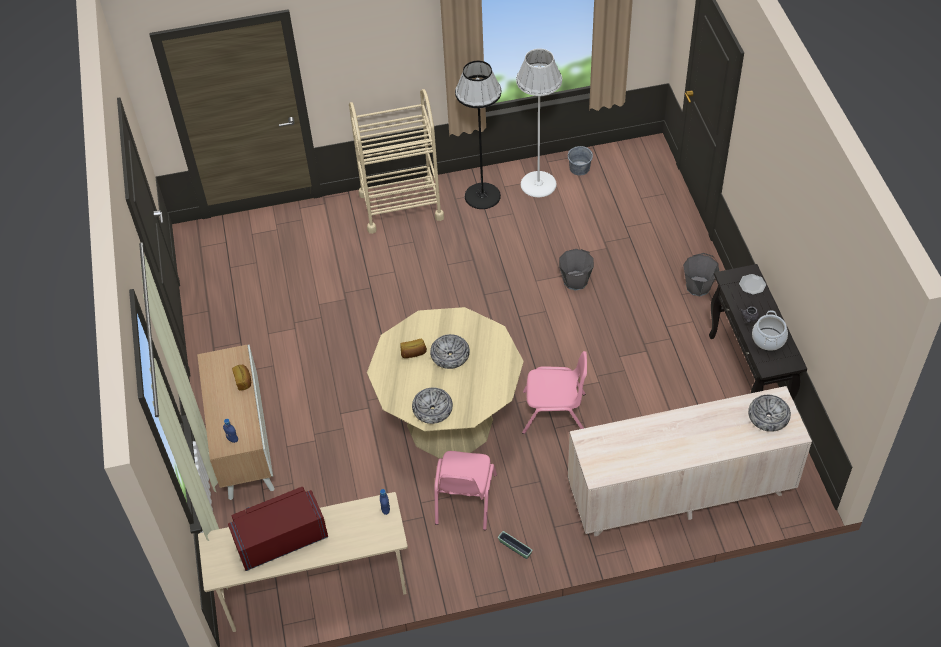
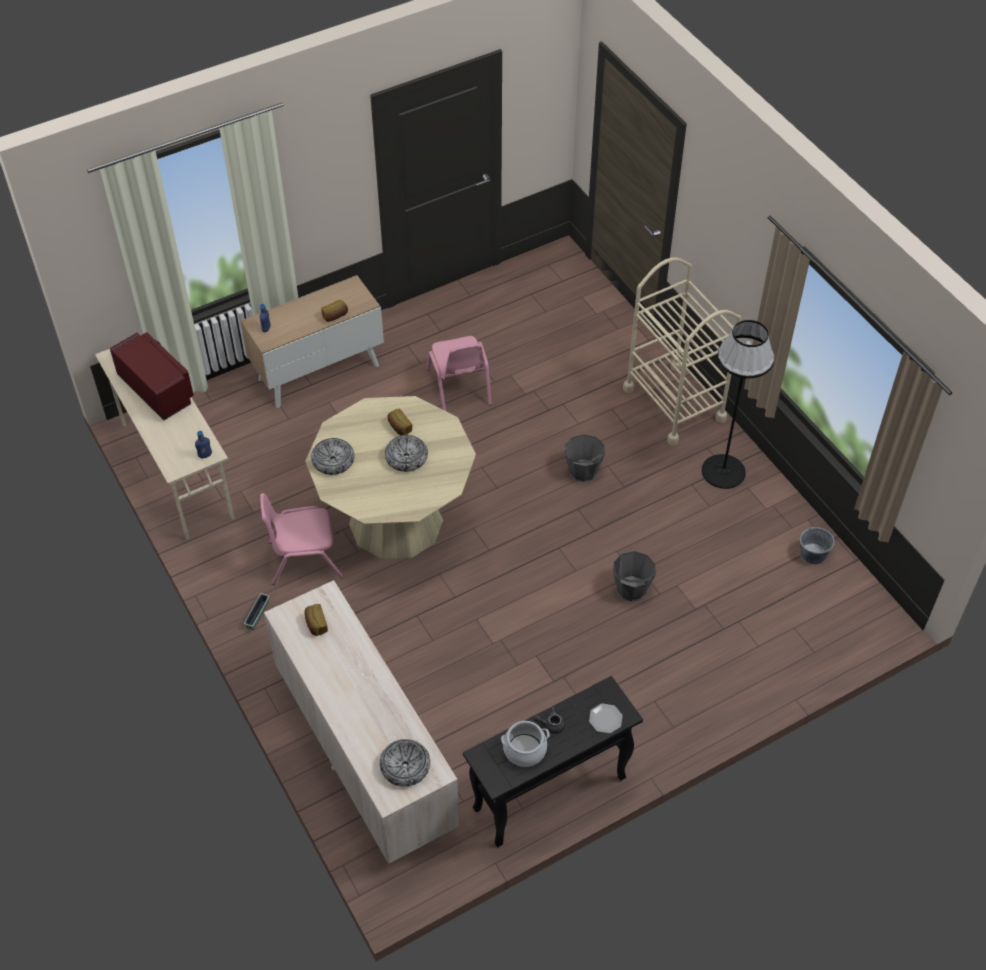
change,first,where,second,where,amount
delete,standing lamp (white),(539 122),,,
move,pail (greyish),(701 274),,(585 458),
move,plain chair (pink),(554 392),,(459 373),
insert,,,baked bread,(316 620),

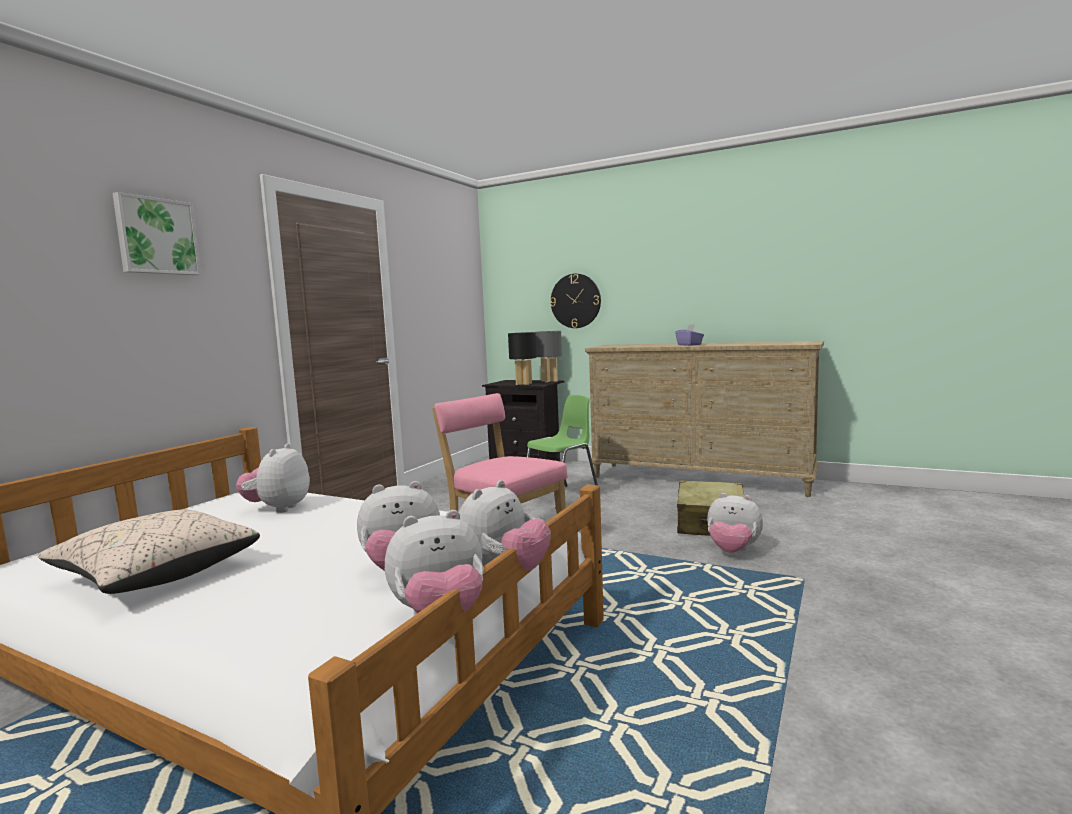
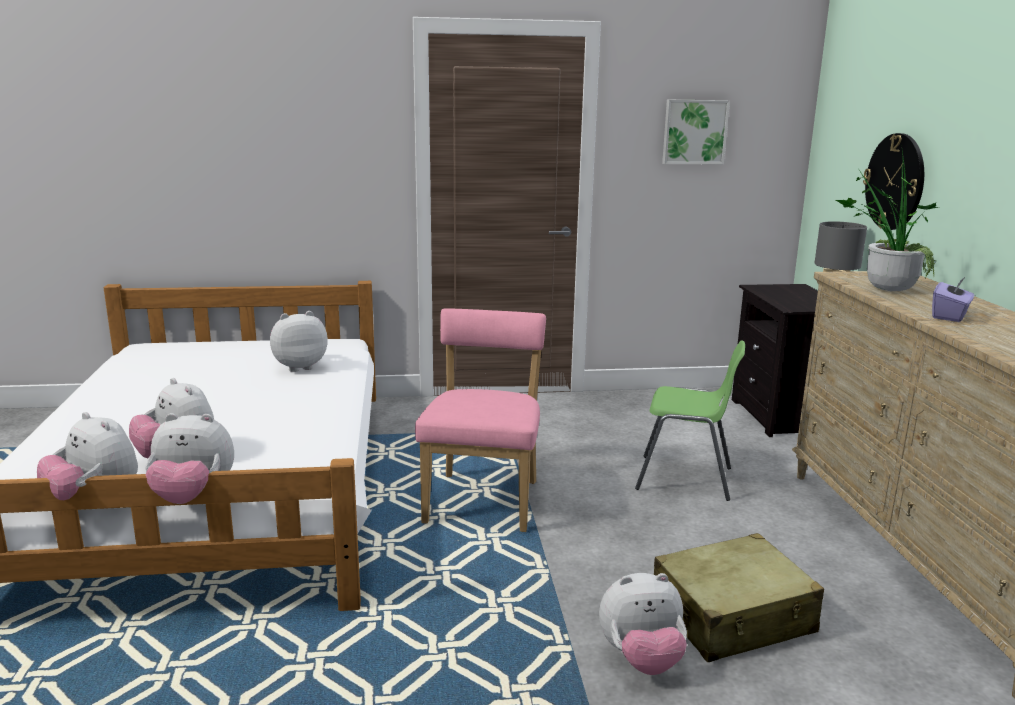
change,first,where,second,where,amount
move,wall art,(156 233),,(696 132),
delete,lamp for a table (blackish),(522 358),,,
rotate,plush toy,(735 523),,(643 624),90 degrees counterclockwise
delete,throw pillow (beige),(149 551),,,
insert,,,potted plant,(887 217),

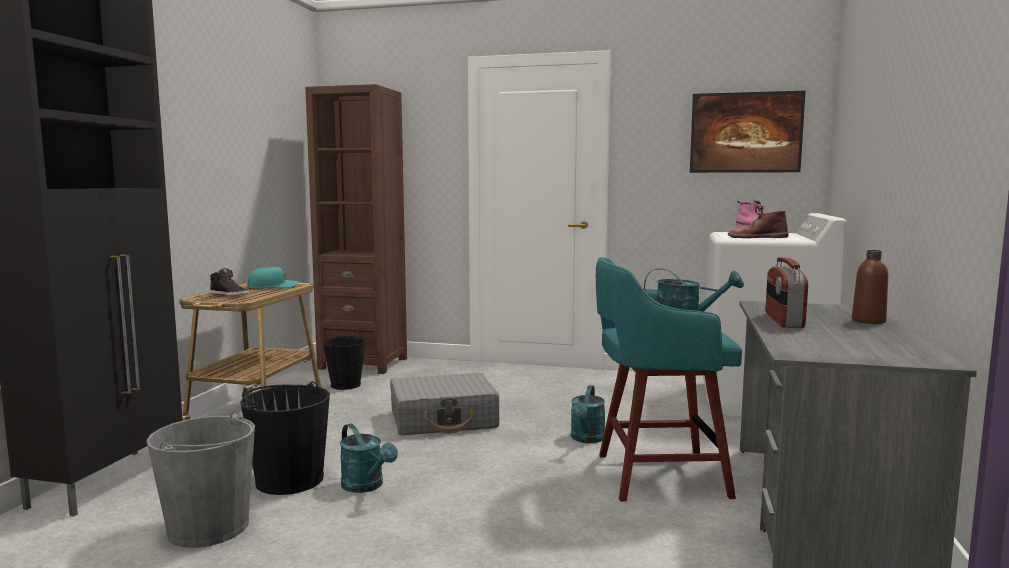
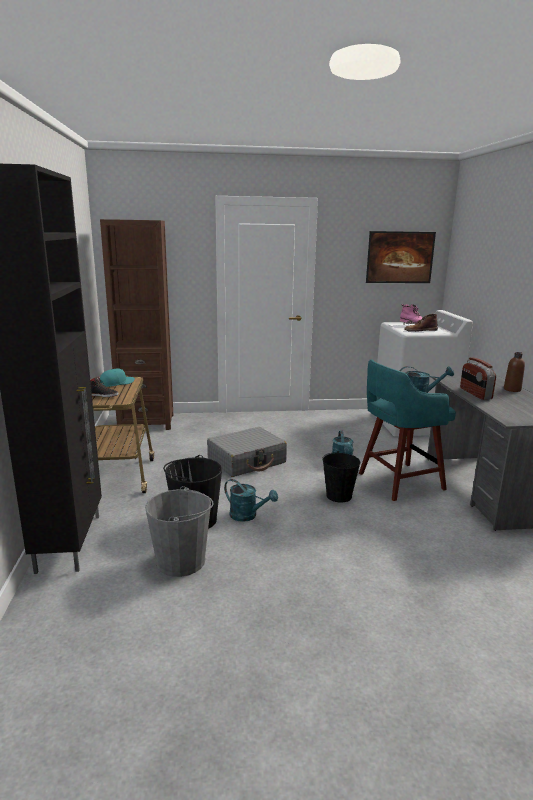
change,first,where,second,where,amount
move,pail (blackish),(344 362),,(341 476),

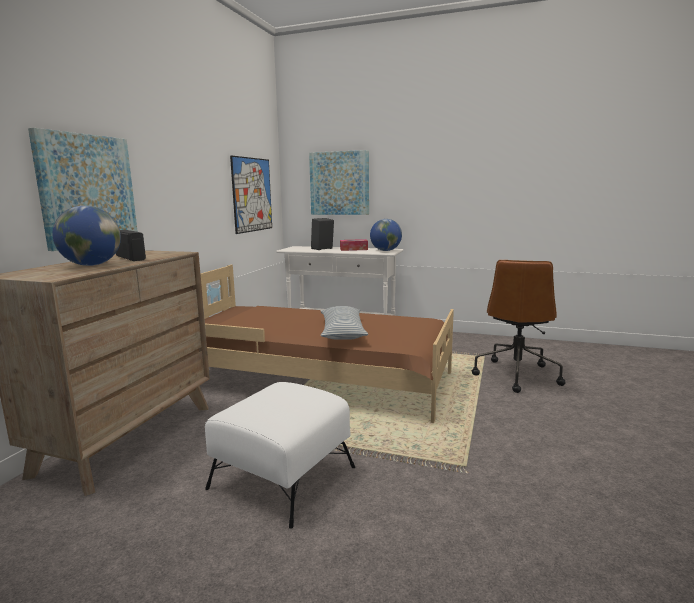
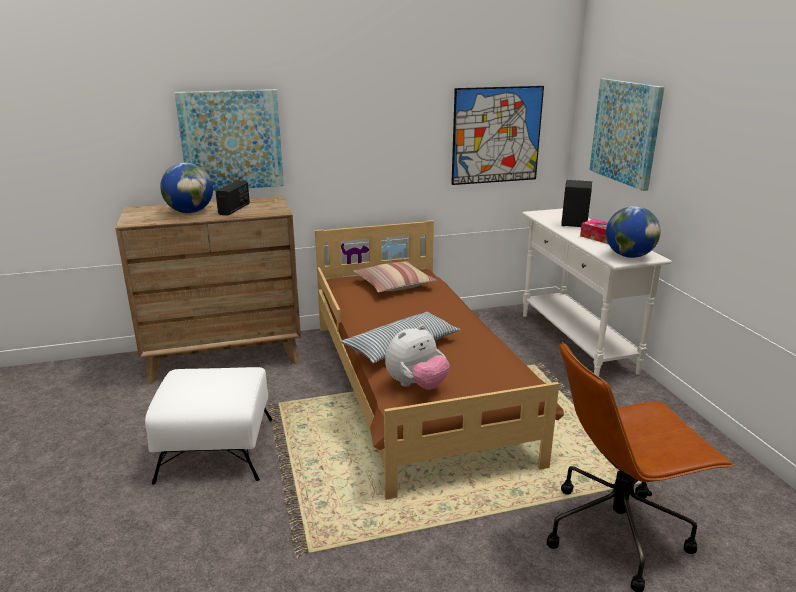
change,first,where,second,where,amount
insert,,,throw pillow,(395 276),
insert,,,plush toy,(417 357),

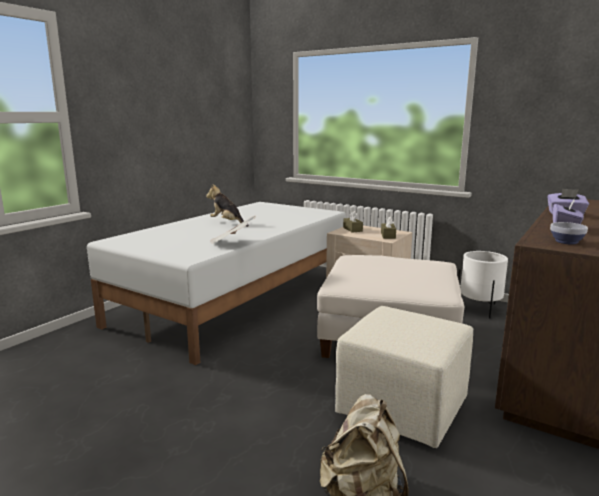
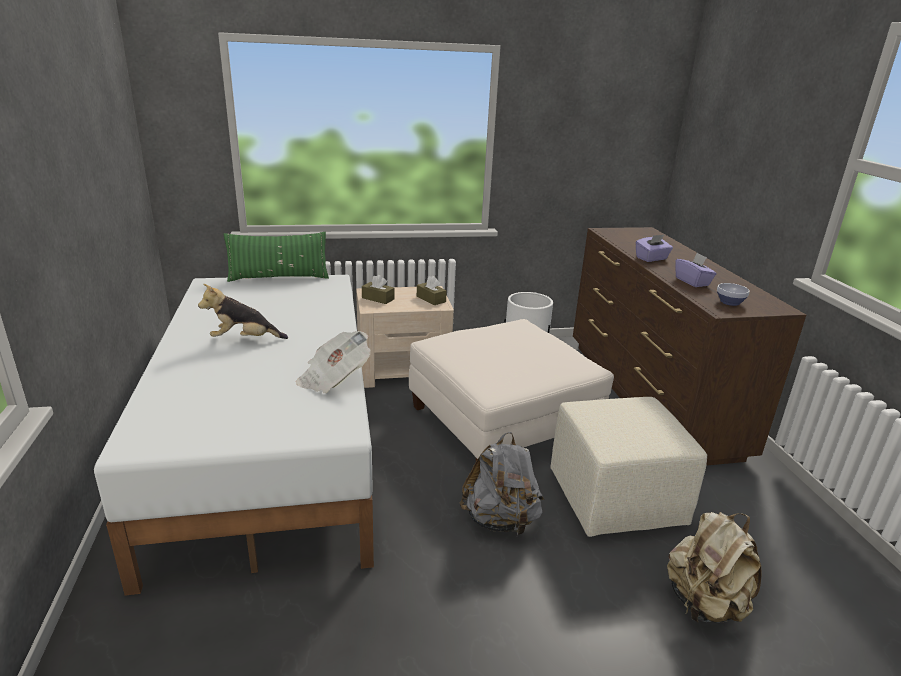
change,first,where,second,where,amount
insert,,,throw pillow (green-coloured),(276 257),
insert,,,knapsack (greyish),(502 484),

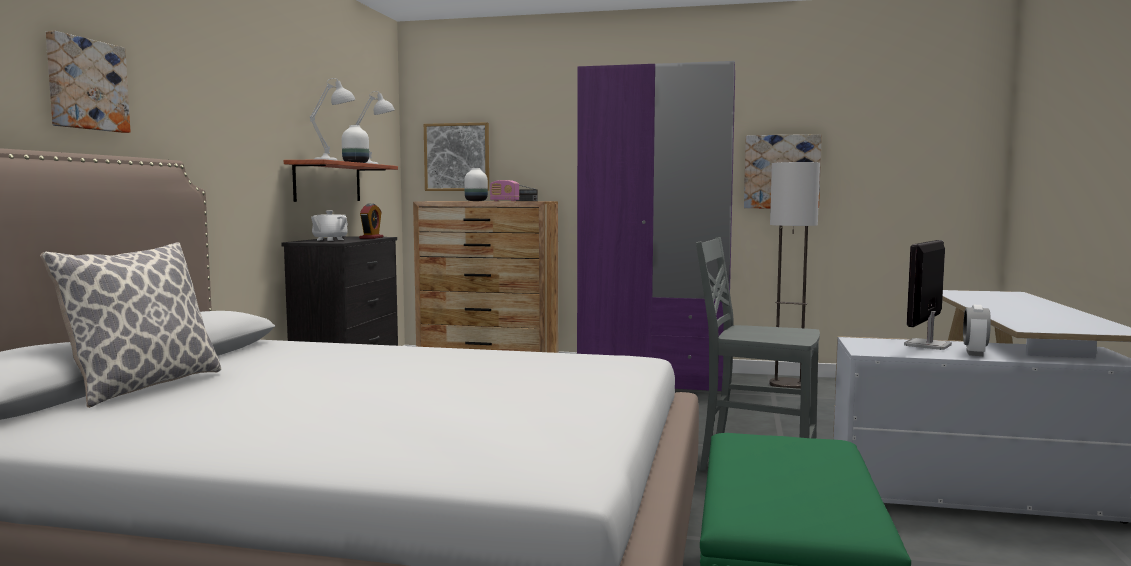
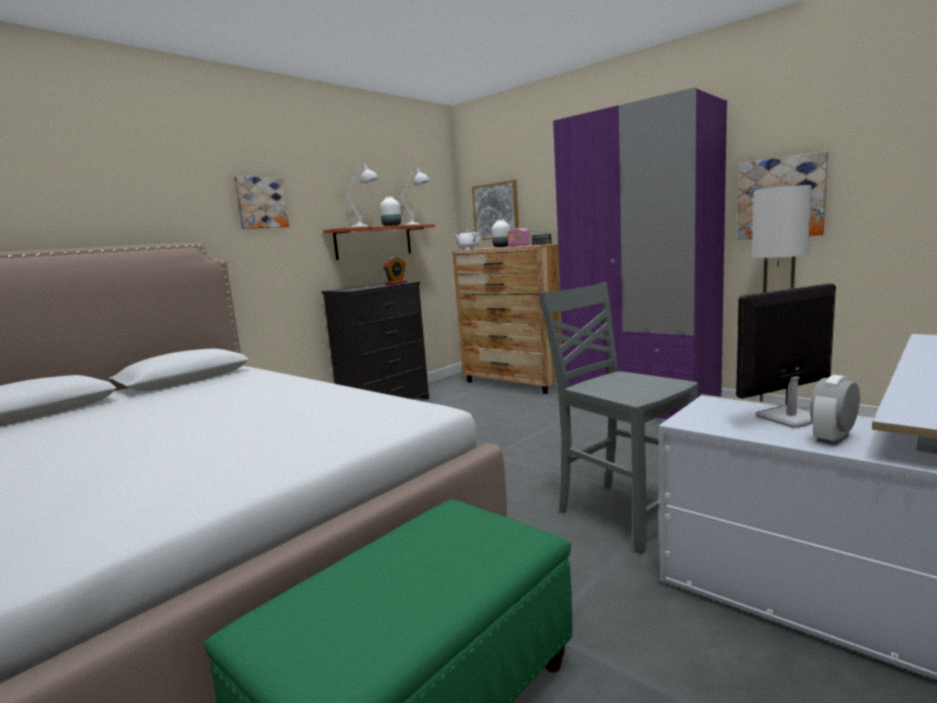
change,first,where,second,where,amount
move,wall art,(88 82),,(261 202),
move,teapot (white),(329 225),,(467 240),
delete,throw pillow,(130 325),,,

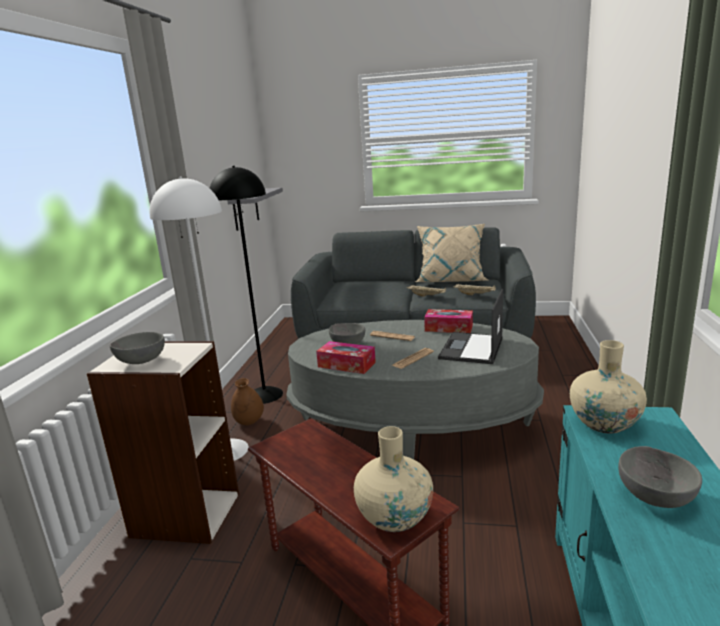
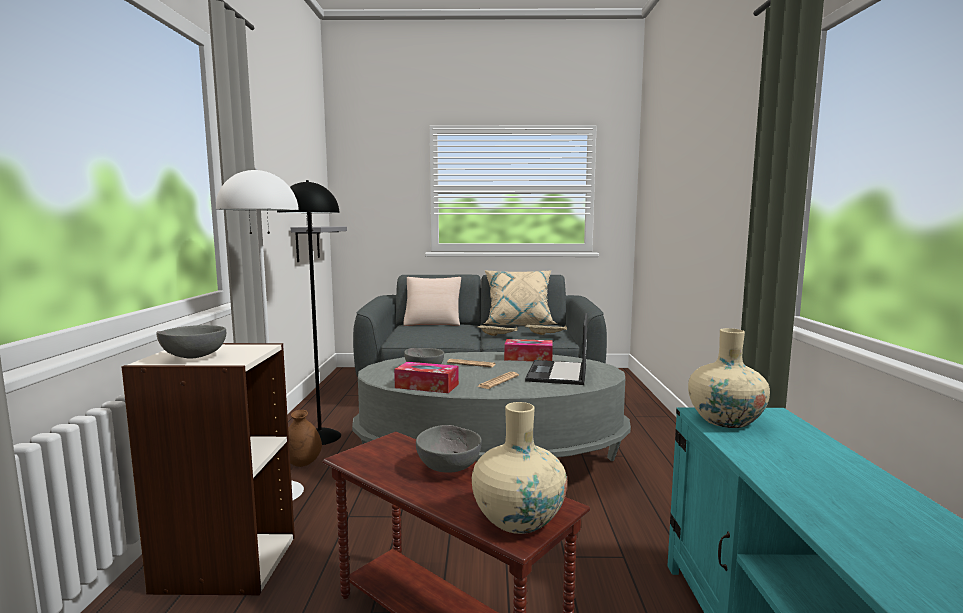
change,first,where,second,where,amount
move,deep dish (greyish),(660 477),,(449 449),
insert,,,throw pillow (beige),(432 301),

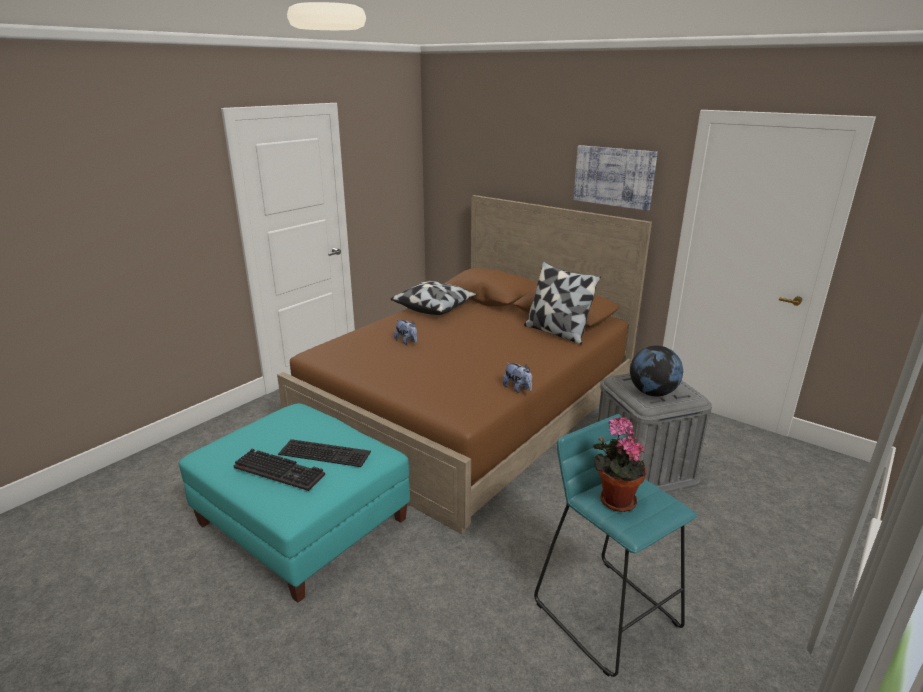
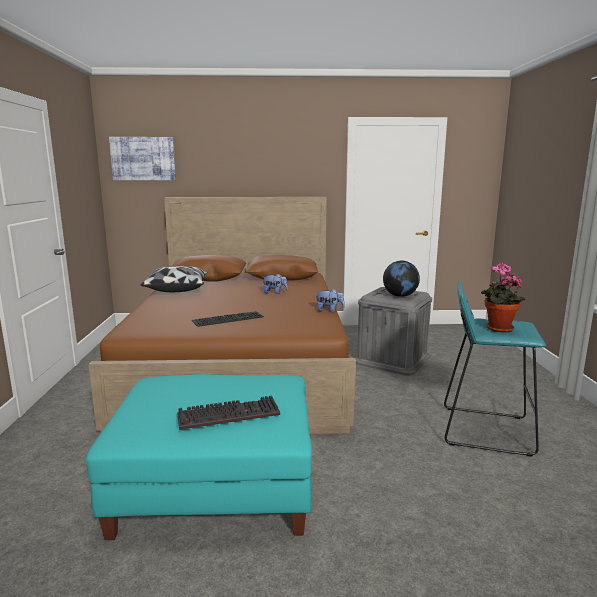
change,first,where,second,where,amount
move,wall art,(615 178),,(142 158),
delete,throw pillow,(562 303),,,
move,plush toy,(405 332),,(275 284),
move,PC keyboard,(324 453),,(228 319),

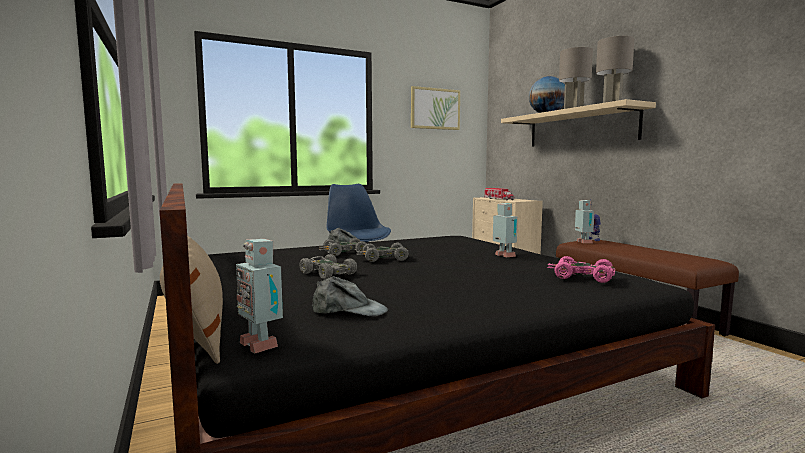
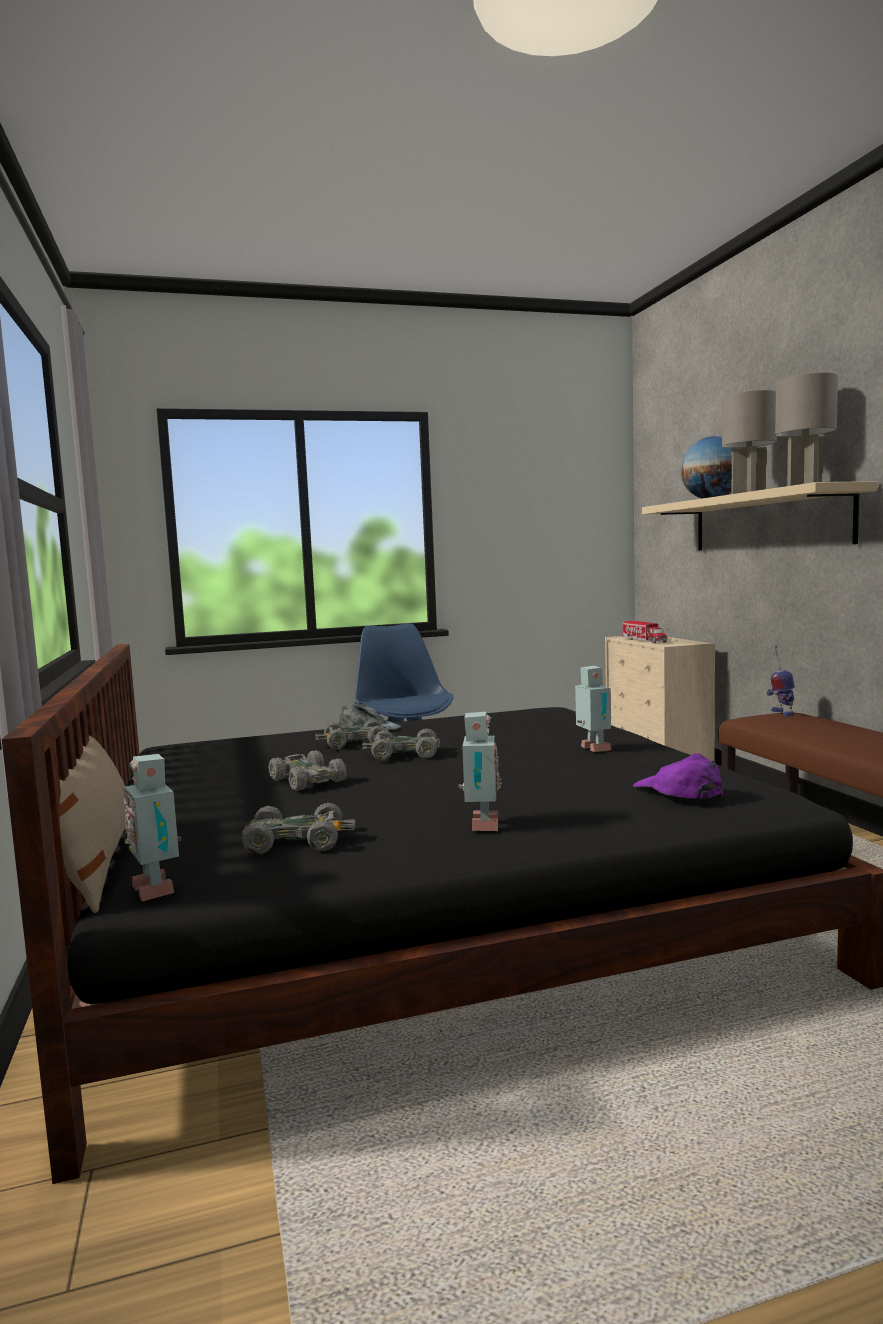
change,first,where,second,where,amount
delete,wall art,(435 108),,,
move,model robot,(585 221),,(480 771),
replace,model car (pink),(581 269),peaked cap (purple-coloured),(678 776),
replace,peaked cap (greyish),(350 296),model car (greyish),(299 829),

